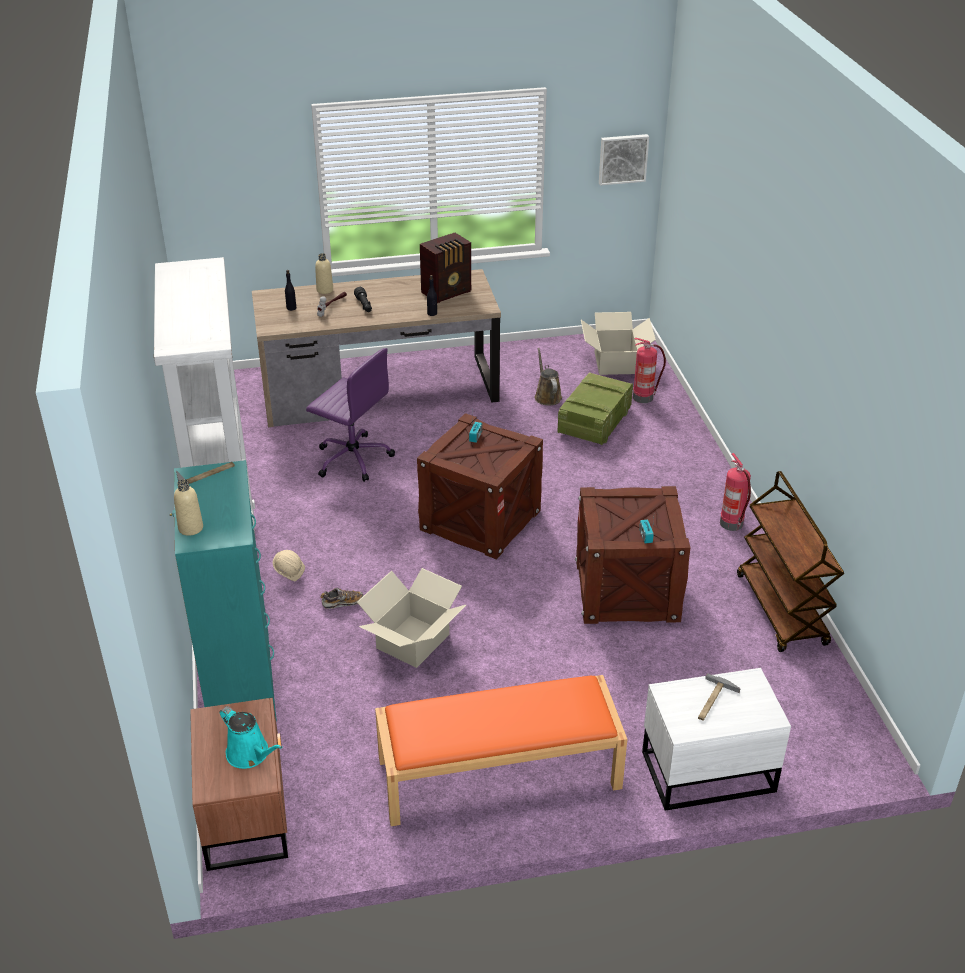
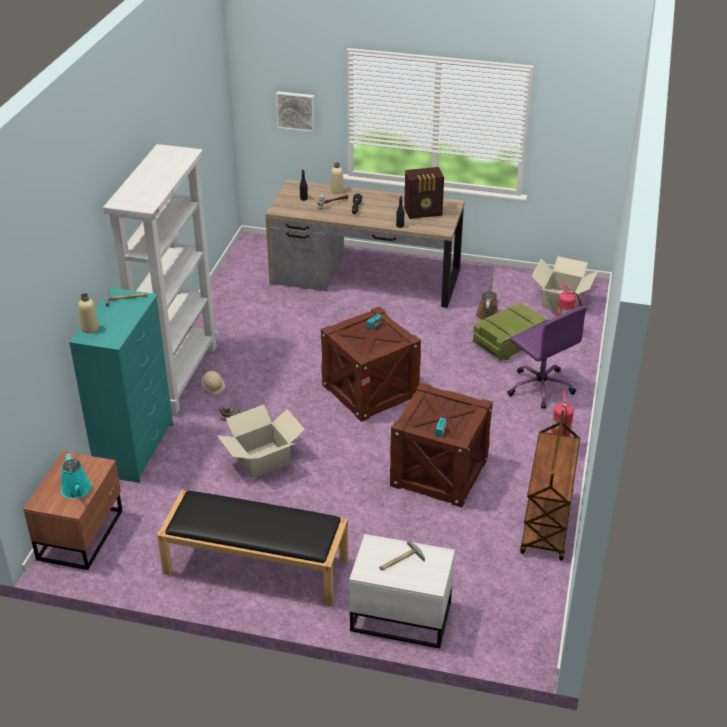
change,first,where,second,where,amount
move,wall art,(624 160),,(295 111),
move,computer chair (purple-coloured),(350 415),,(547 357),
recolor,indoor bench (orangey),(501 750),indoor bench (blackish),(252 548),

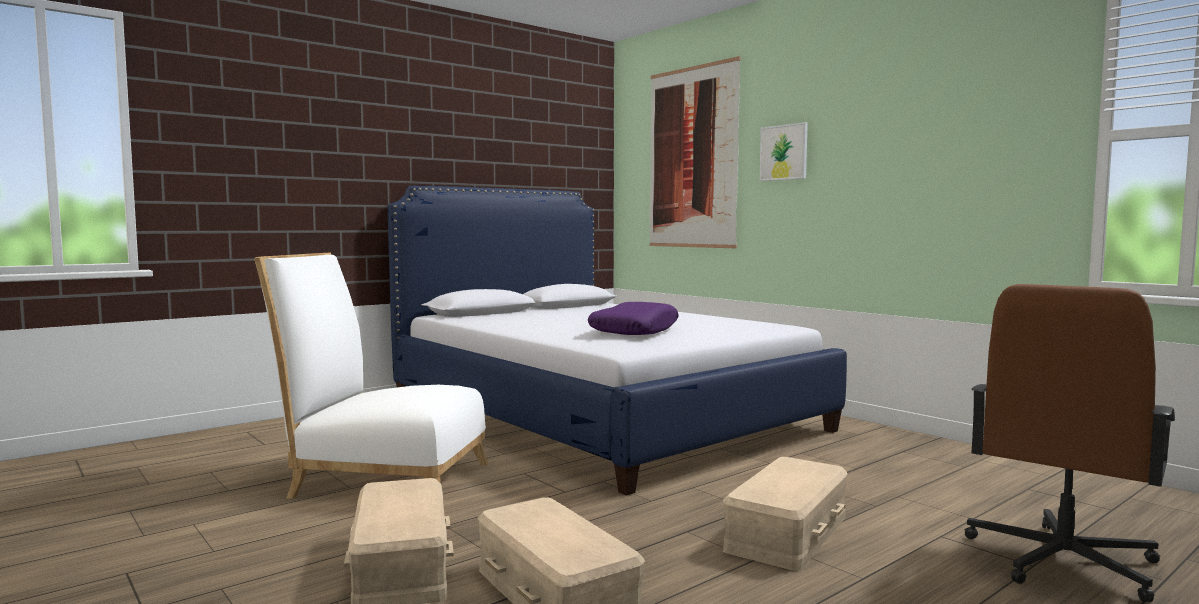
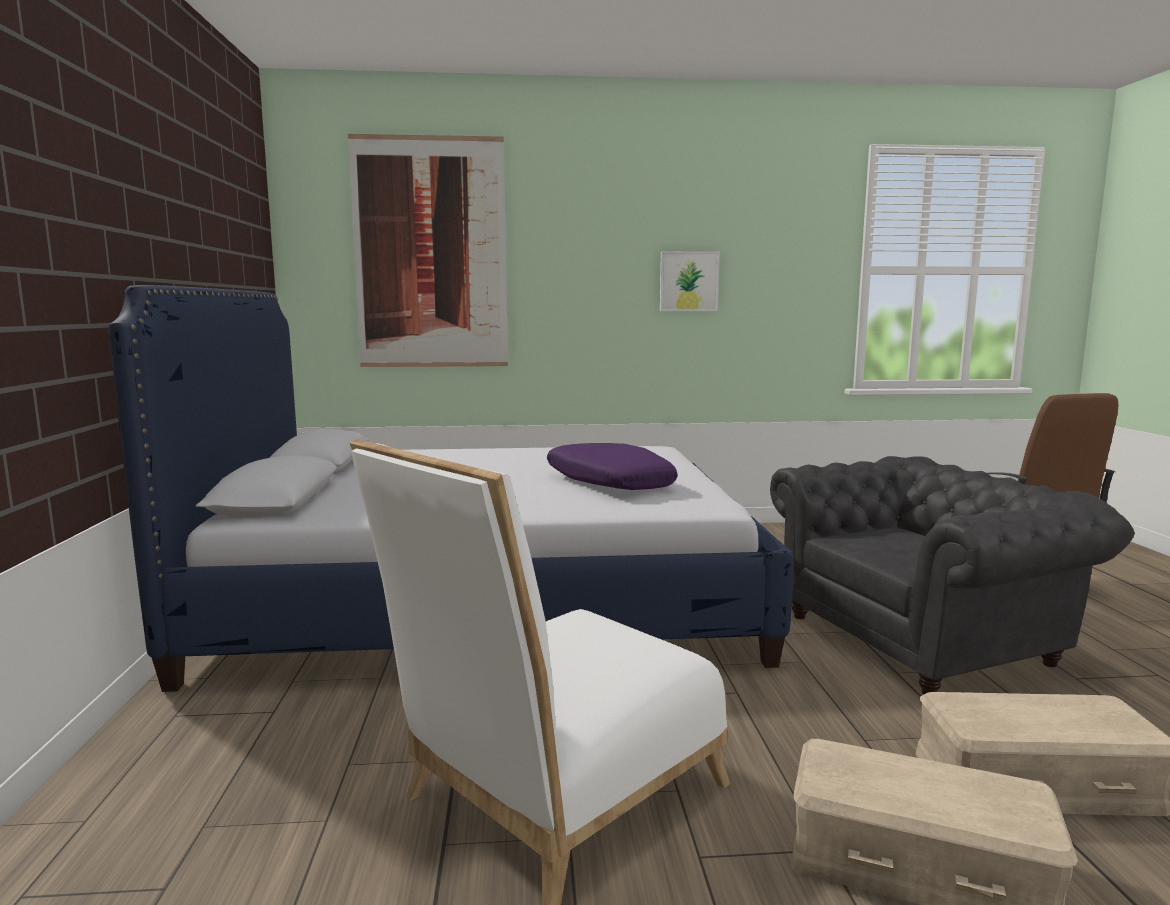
change,first,where,second,where,amount
move,wall art,(784 151),,(690 281),
replace,storage bin (beige),(785 514),lounge chair (greyish),(952 575),

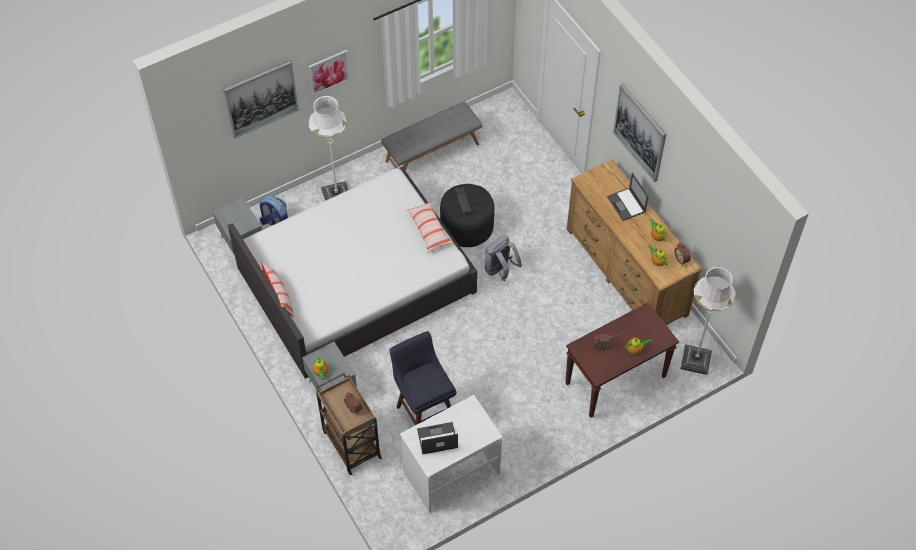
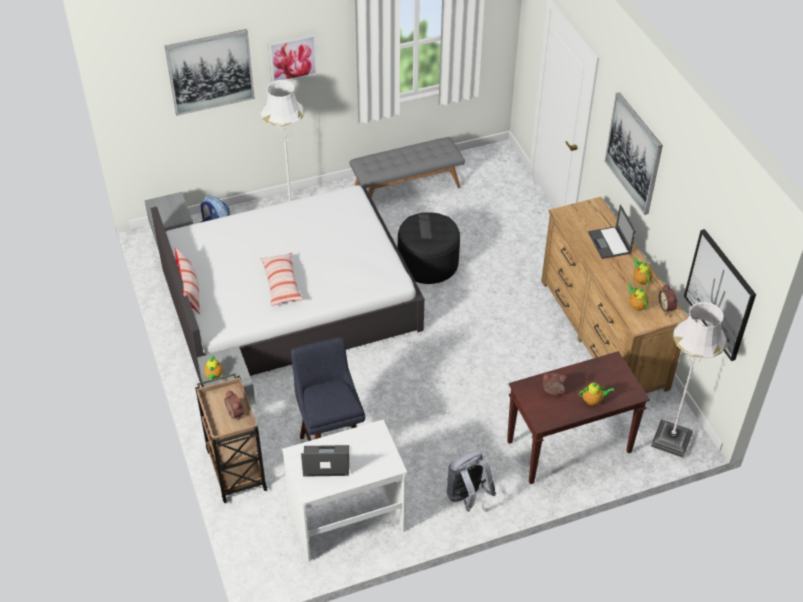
change,first,where,second,where,amount
move,throw pillow,(429 227),,(282 279),
move,knapsack (greyish),(503 258),,(471 481),
insert,,,wall art,(720 295),

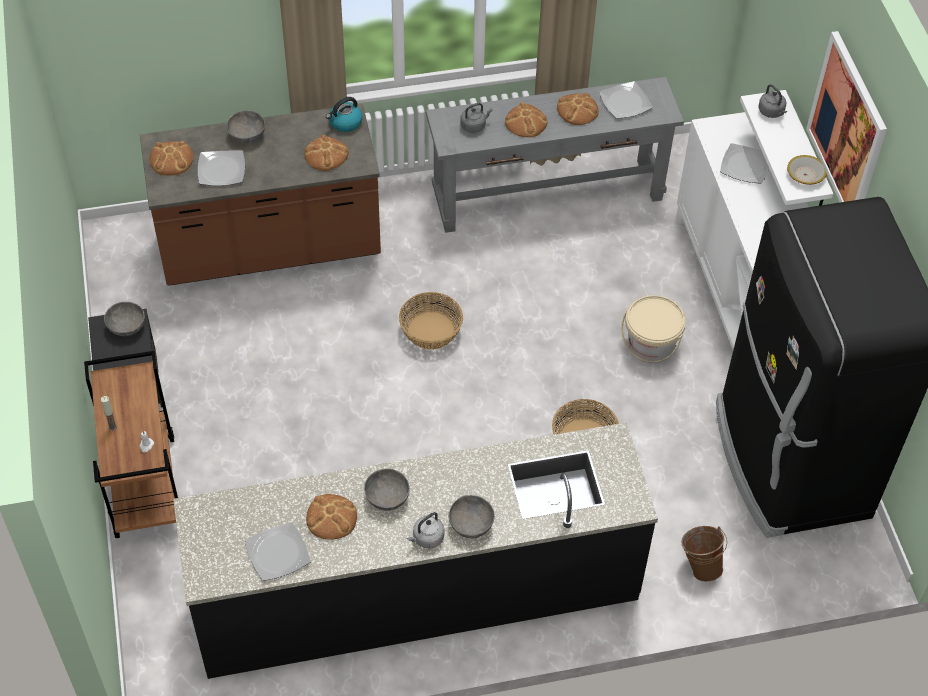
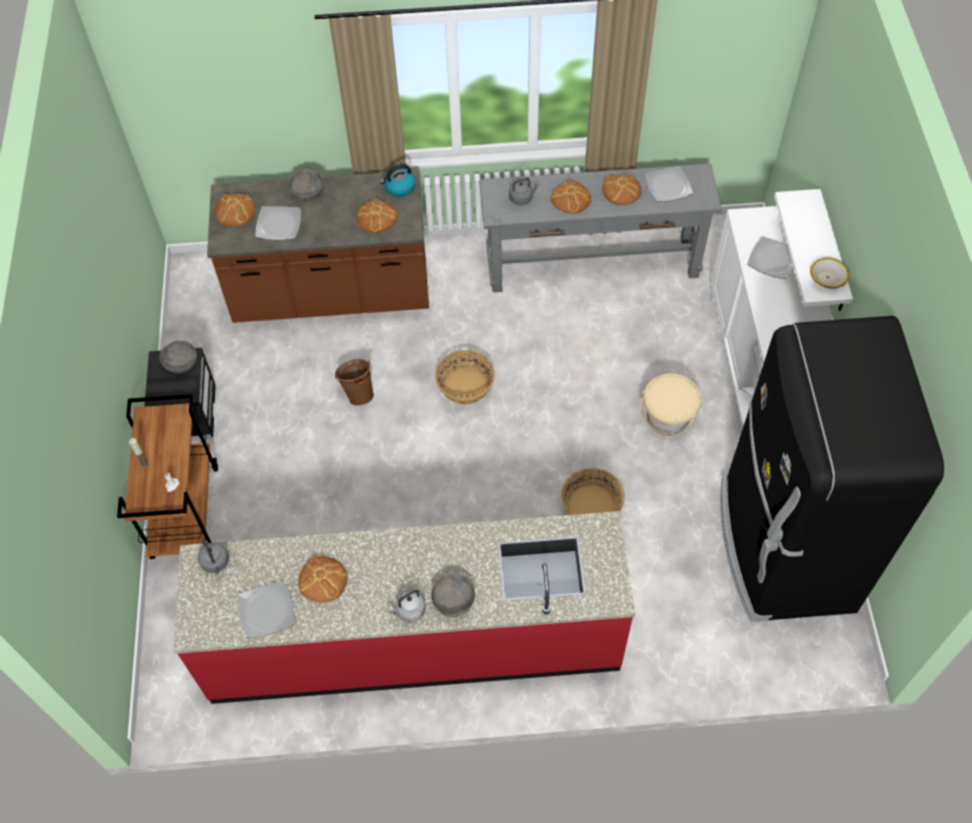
change,first,where,second,where,amount
delete,wall art,(846 116),,,
move,water kettle (greyish),(772 101),,(213 557),
recolor,kitchen base unit (blackish),(415 550),kitchen base unit (red),(404 607),
delete,deep dish (greyish),(387 490),,,
move,pail (brownish),(704 554),,(354 382),

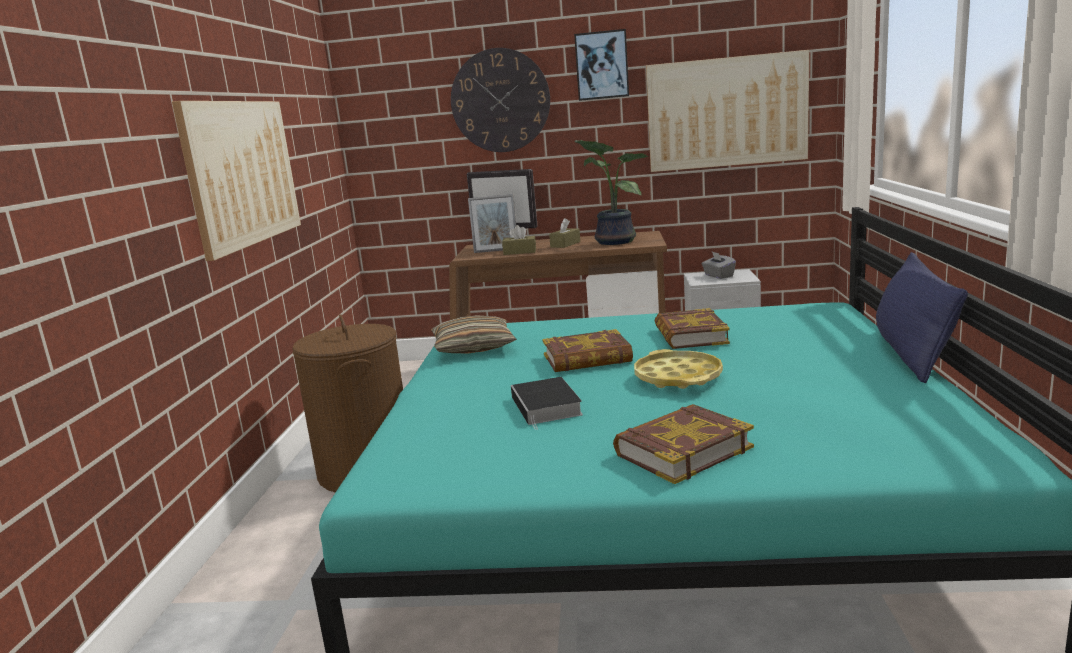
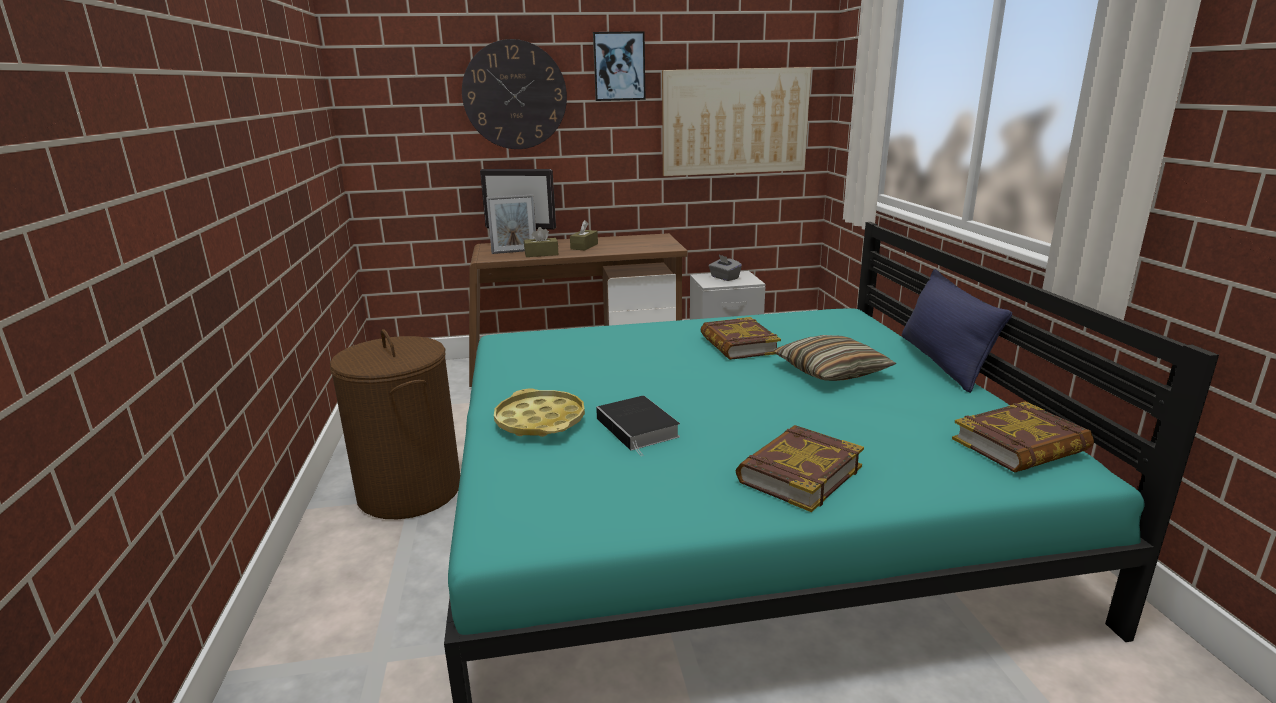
change,first,where,second,where,amount
delete,wall art,(236 181),,,
delete,potted plant,(611 192),,,
move,throw pillow,(474 334),,(835 358),
move,volume,(587 350),,(1023 436),
move,carrying tray (yellow-coloured),(678 369),,(539 413),

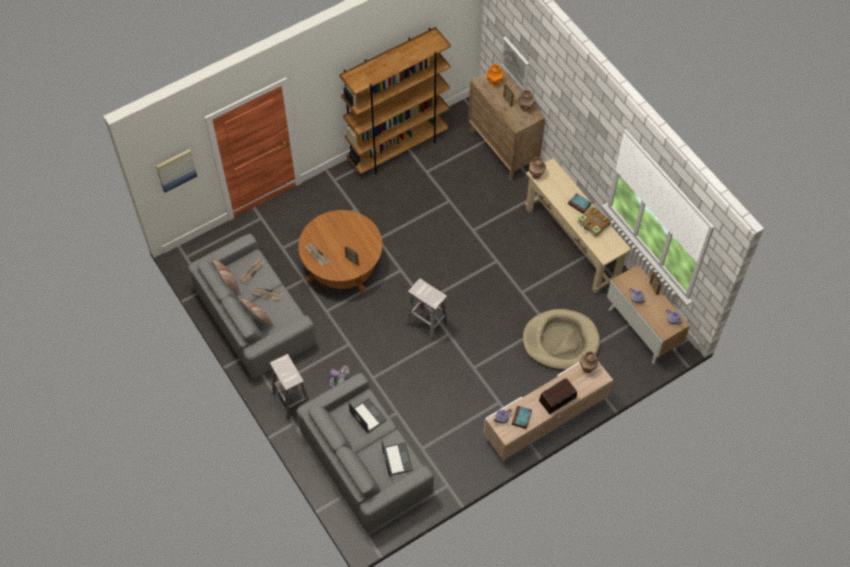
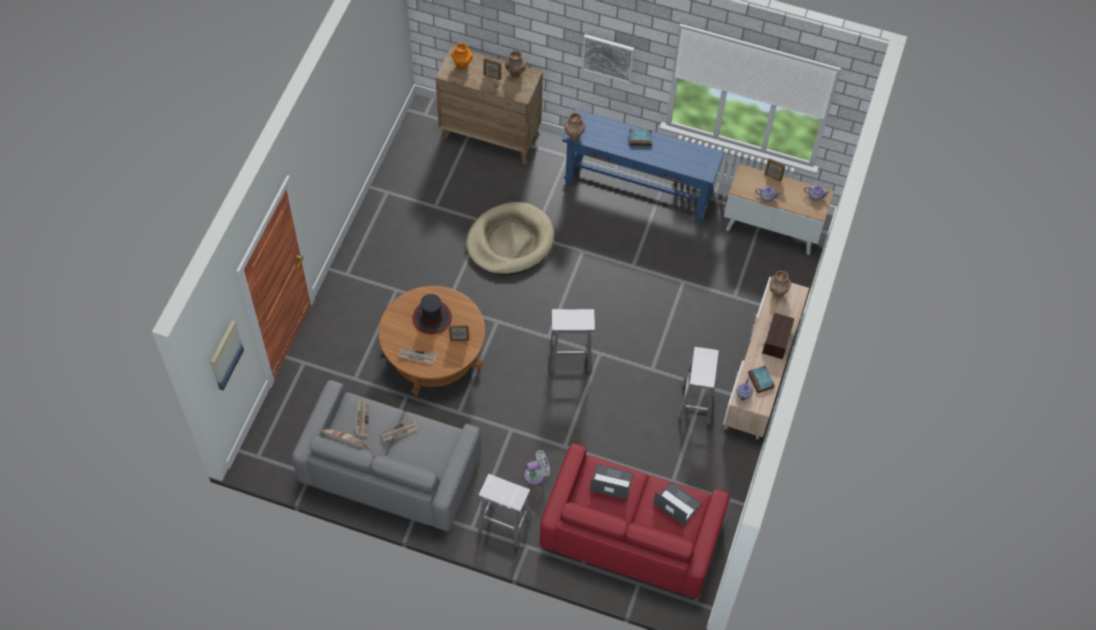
change,first,where,second,where,amount
delete,bookshelf (brownish),(395 101),,,
move,wall art,(515 63),,(608 58),
recolor,narrow table (beige),(578 225),narrow table (bluish),(643 166),
delete,volume,(593 222),,,
delete,throw pillow,(256 312),,,
move,dog bed (beige),(561 339),,(510 238),
recolor,settee (greyish),(365 452),settee (red),(635 521),
insert,,,clothing hat,(432 314),
insert,,,stool (white),(698 385),

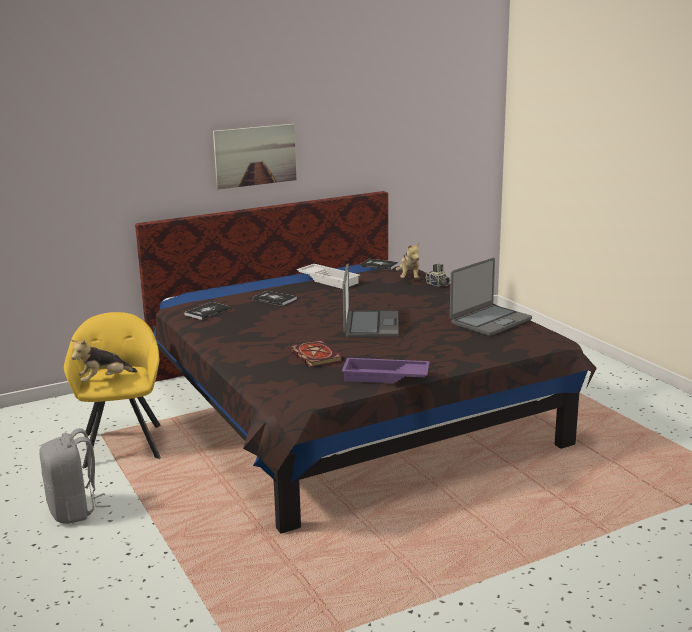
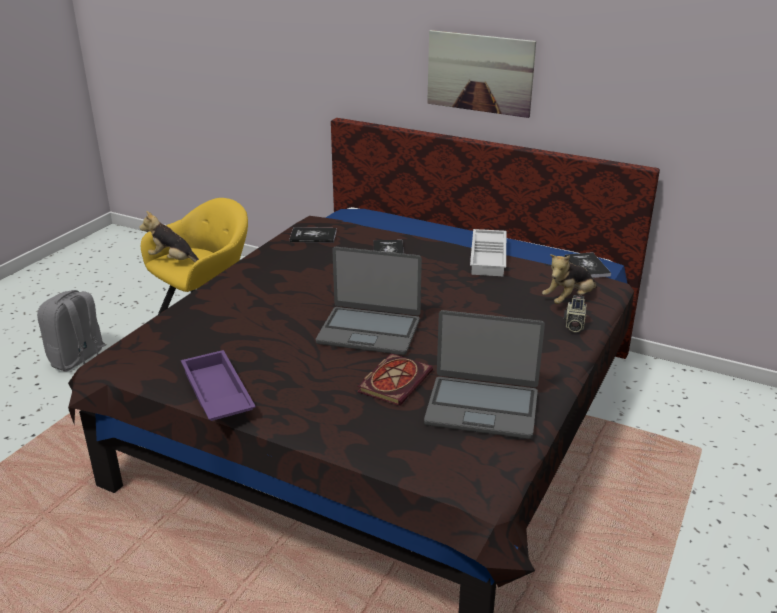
change,first,where,second,where,amount
rotate,notebook computer,(370 301),,(369 301),45 degrees clockwise
move,volume,(317 354),,(395 379),

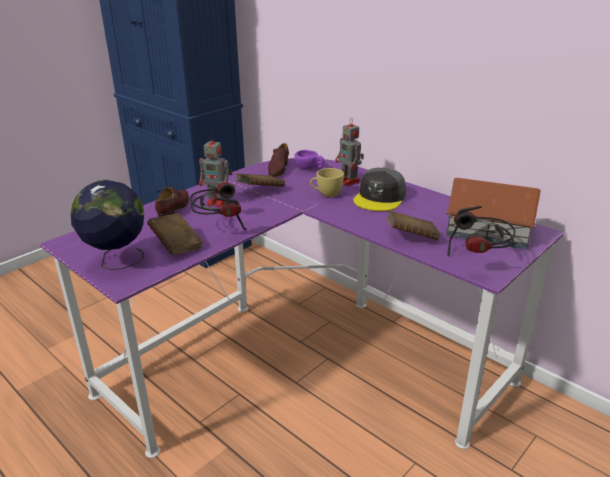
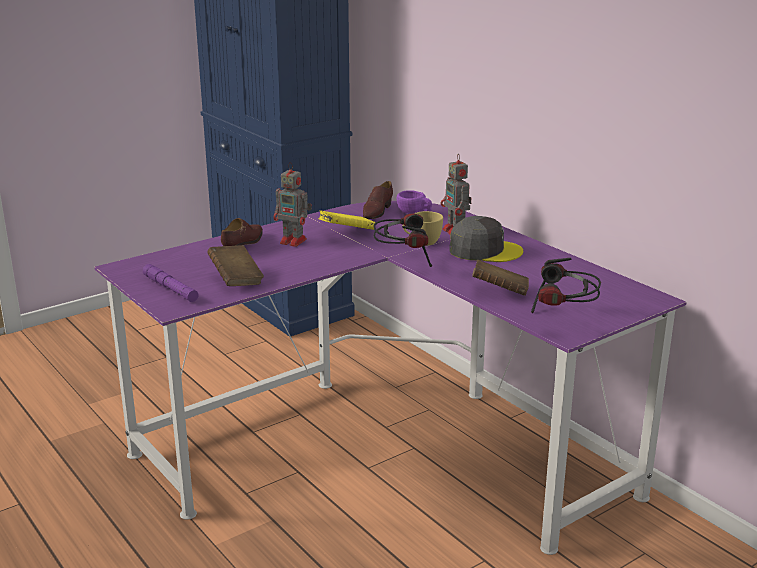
change,first,where,second,where,amount
rotate,peaked cap (greyish),(379 189),,(486 239),120 degrees counterclockwise
recolor,volume (brownish),(260 180),volume (yellow-coloured),(346 220),
delete,model house,(493 213),,,
replace,world globe,(107 225),flashlight (purple-coloured),(170 283),
move,headset,(218 206),,(402 240),

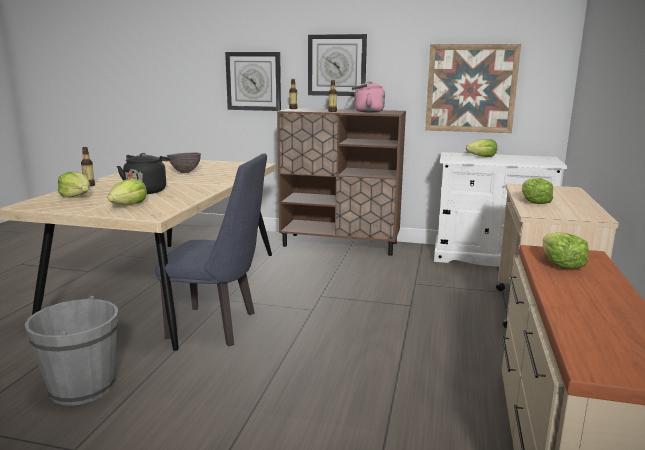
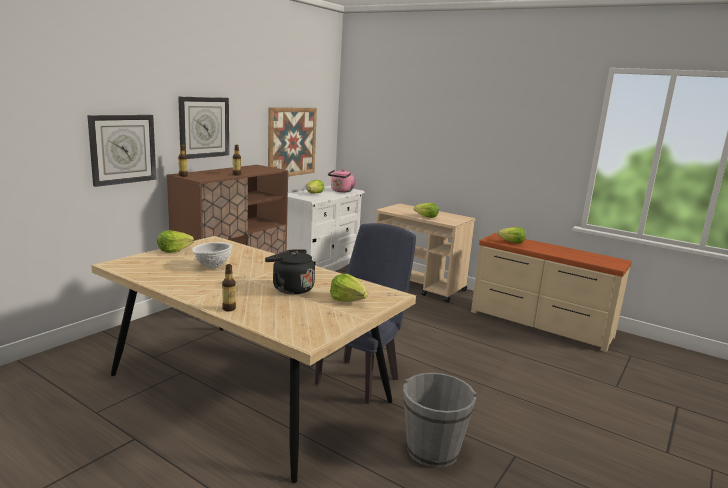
change,first,where,second,where,amount
move,water kettle (pink),(368 96),,(342 180),
recolor,deep dish (brownish),(184 163),deep dish (white),(212 255),
move,lettuce head,(74 185),,(175 241),

